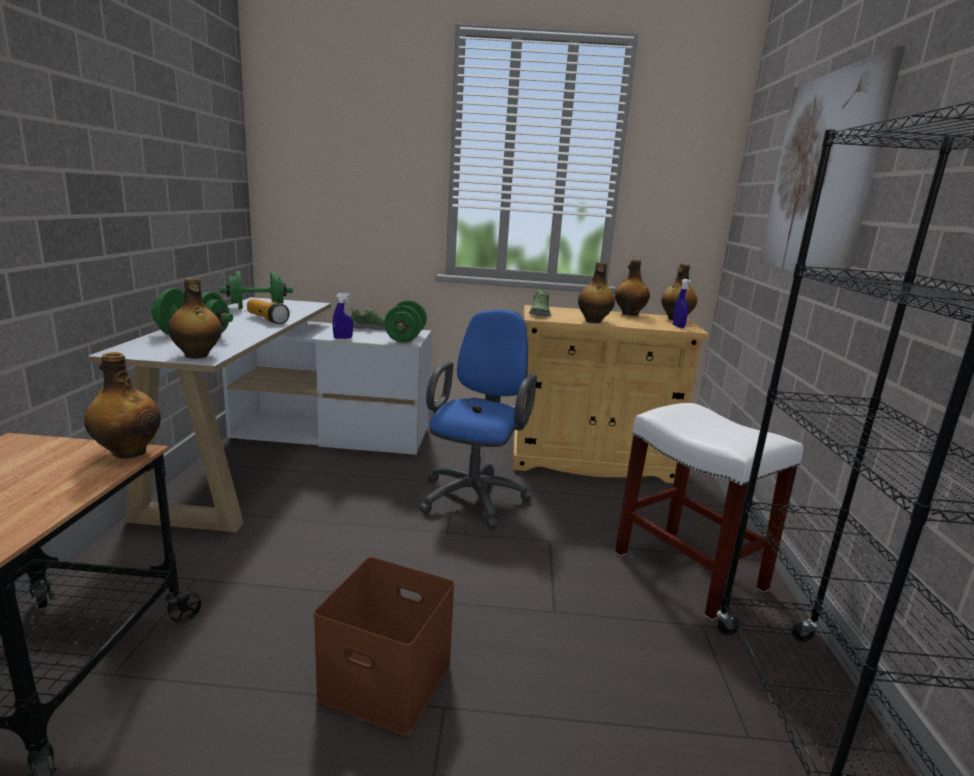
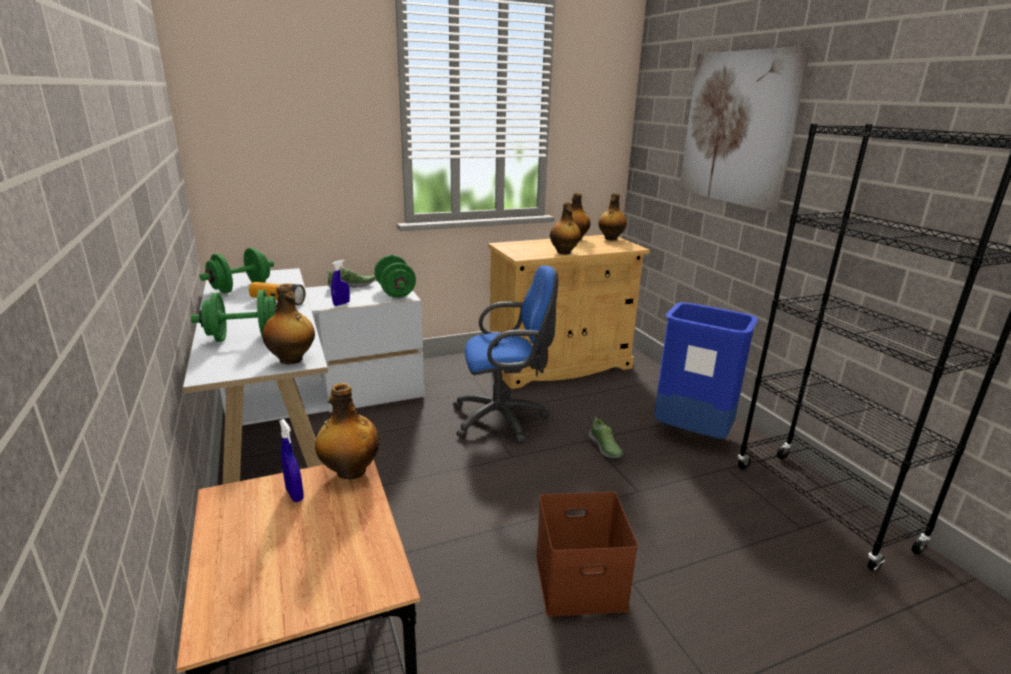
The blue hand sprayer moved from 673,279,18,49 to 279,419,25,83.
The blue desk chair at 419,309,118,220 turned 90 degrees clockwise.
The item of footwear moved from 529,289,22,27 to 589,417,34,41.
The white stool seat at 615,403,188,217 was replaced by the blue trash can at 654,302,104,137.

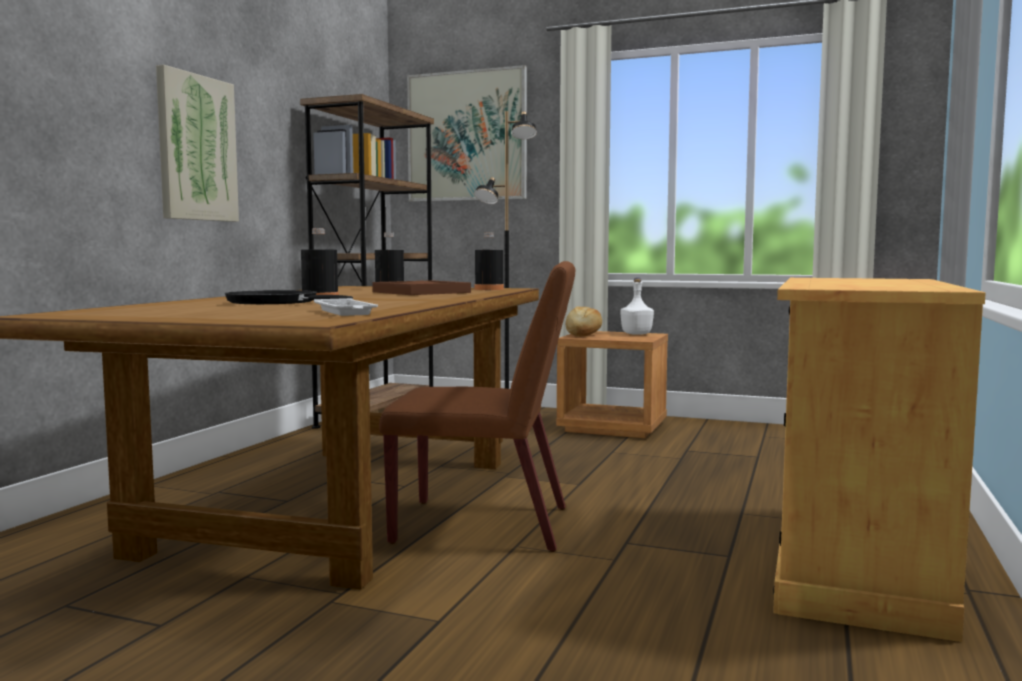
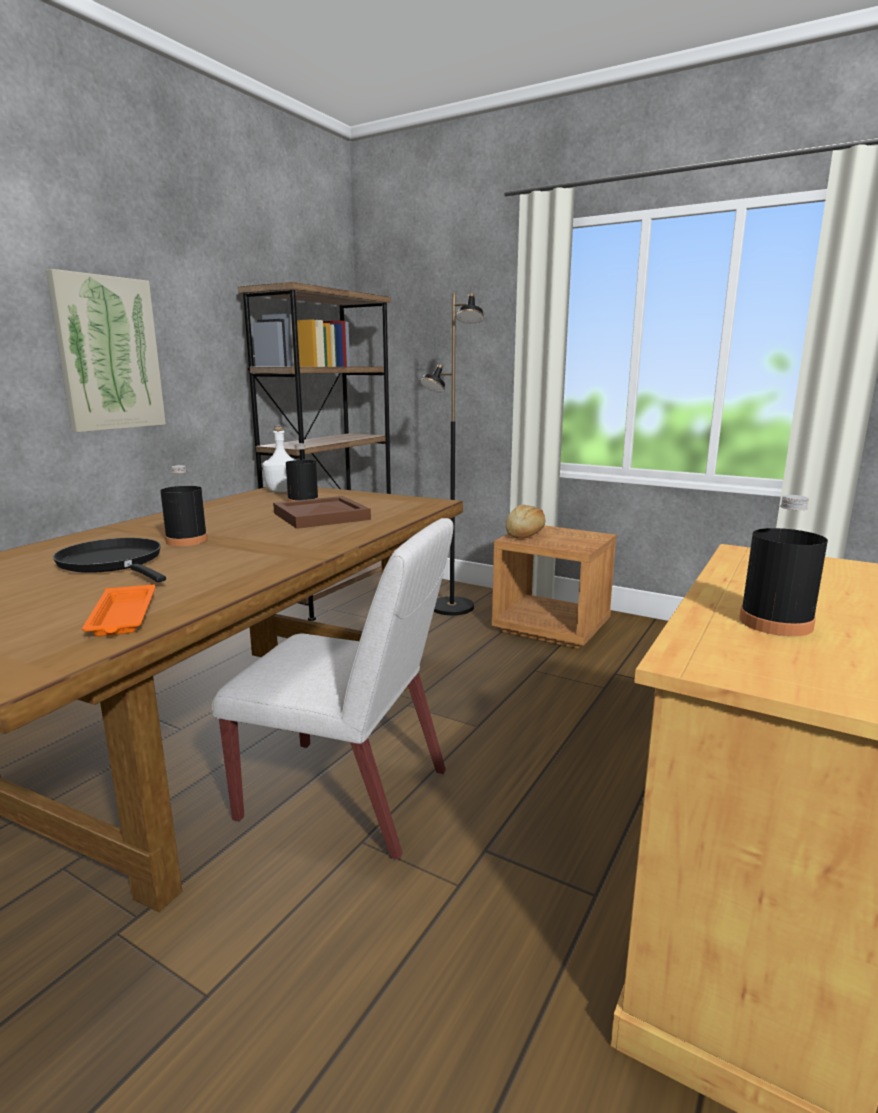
The white carrying tray at 314,298,64,18 became the orange carrying tray at 82,585,73,51.
The brownish upright chair at 379,261,196,291 became the white upright chair at 212,518,241,342.
The white beverage bottle moved from 620,278,34,57 to 263,425,32,67.
The black-coloured beverage bottle moved from 475,233,29,57 to 739,495,89,141.
The wall picture at 407,65,120,137 disappeared.

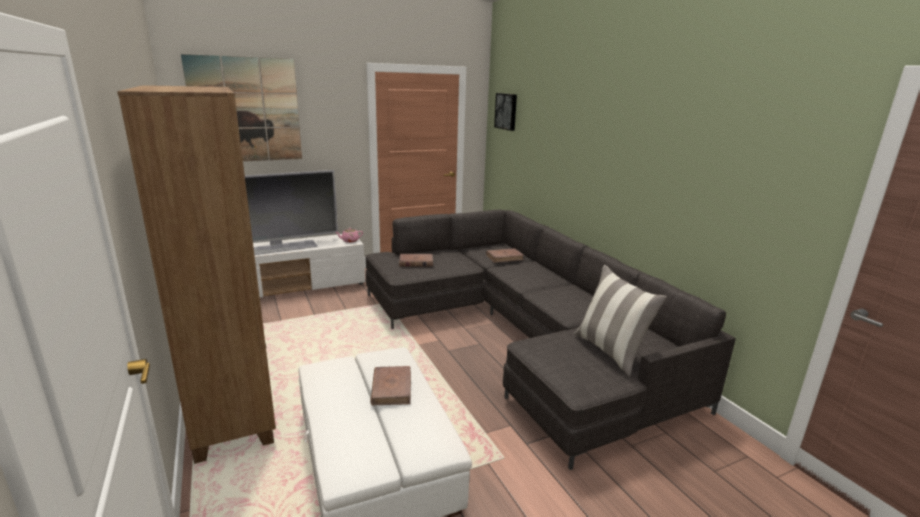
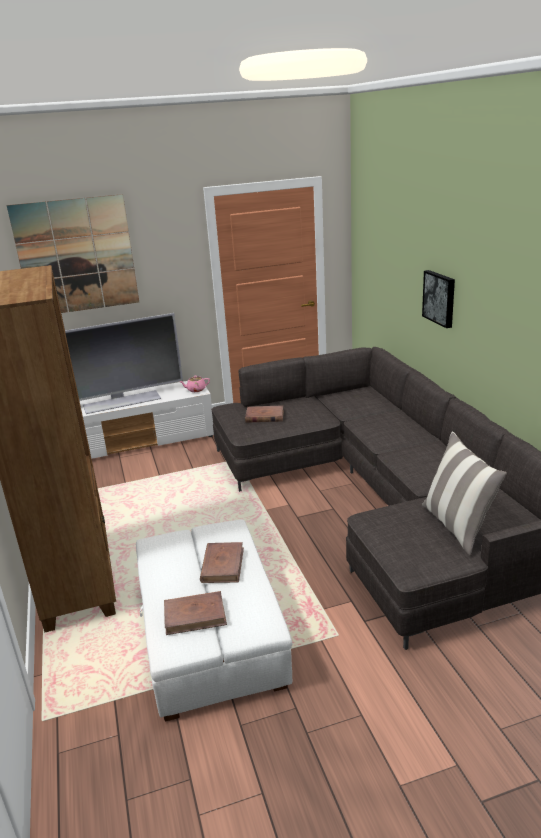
The brownish book moved from 486,248,38,15 to 164,591,63,44.
The wall picture moved from 494,93,23,38 to 422,270,33,58.

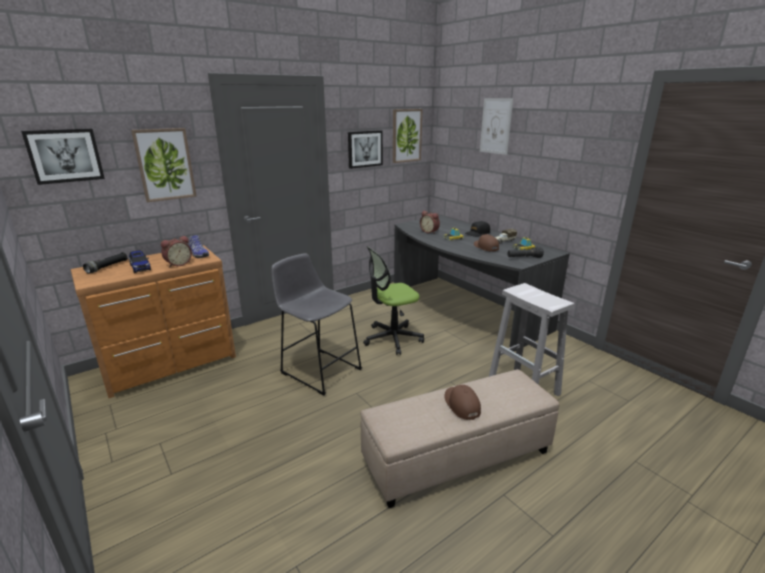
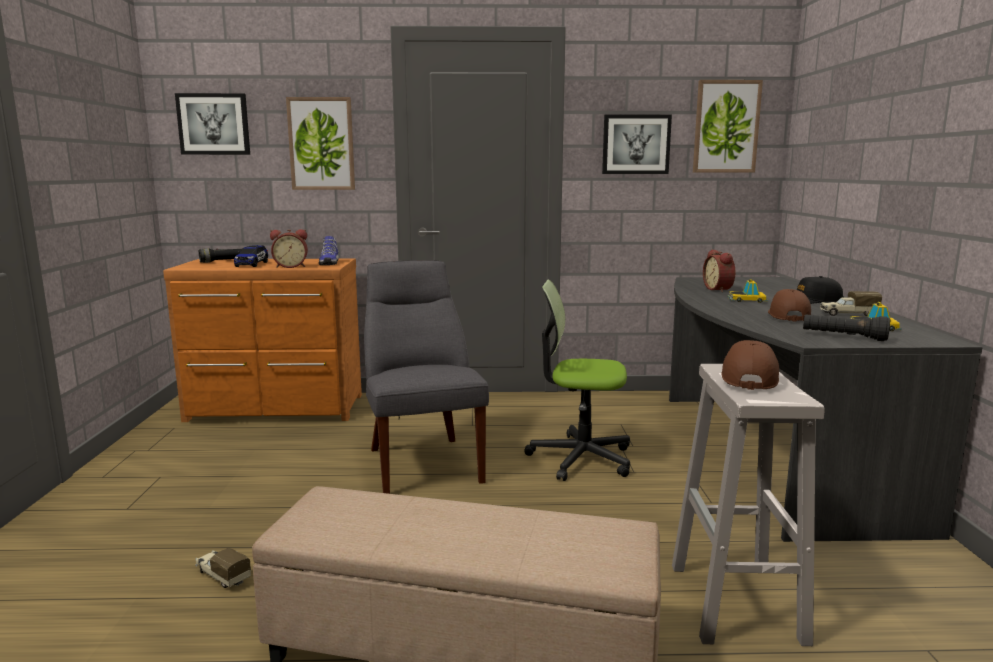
The toy truck at 195,548,56,40 appeared.
The grey stool seat at 271,253,91,143 was replaced by the grey upright chair at 364,260,125,234.
The brownish peaked cap moved from 445,385,36,35 to 722,340,57,50.
The wall picture at 480,98,33,57 disappeared.

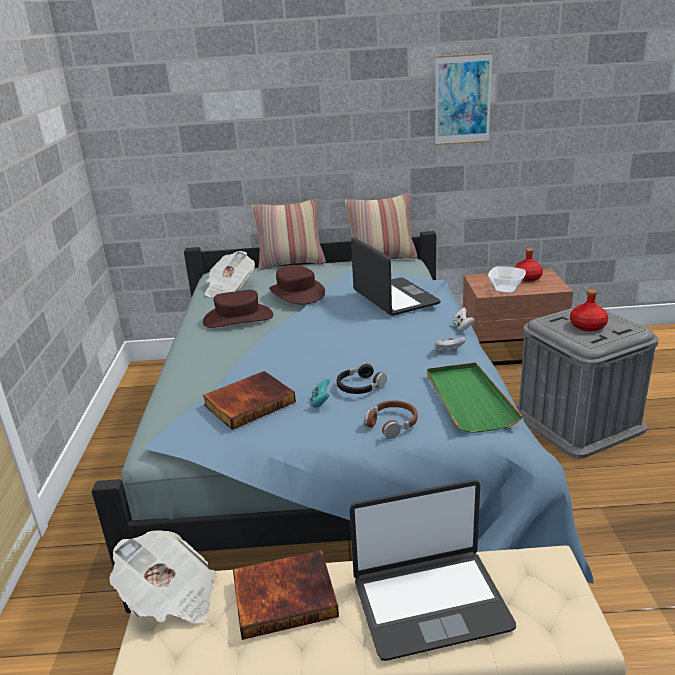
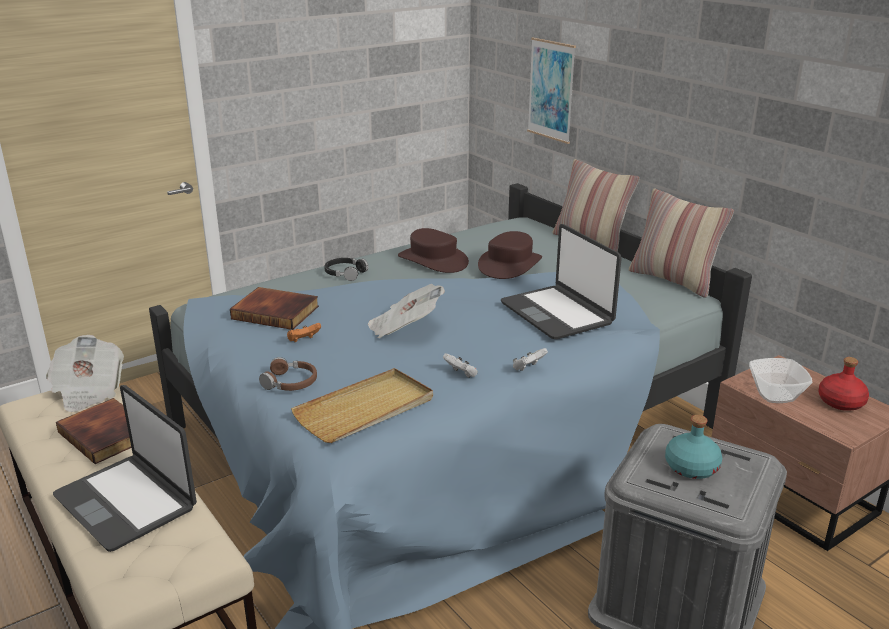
The turquoise game controller at 310,378,20,30 became the orange game controller at 287,323,34,19.
The greenish carrying tray at 427,362,95,71 became the beige-coloured carrying tray at 291,368,142,75.
The black-coloured headset moved from 337,362,50,32 to 324,258,44,23.
The printed paper moved from 205,251,50,46 to 368,284,77,54.
The portable computer at 351,237,90,79 turned 120 degrees clockwise.
The wall picture moved from 435,52,58,93 to 527,38,49,106.
The red-coloured beverage bottle at 570,289,38,42 became the turquoise beverage bottle at 665,415,57,64.

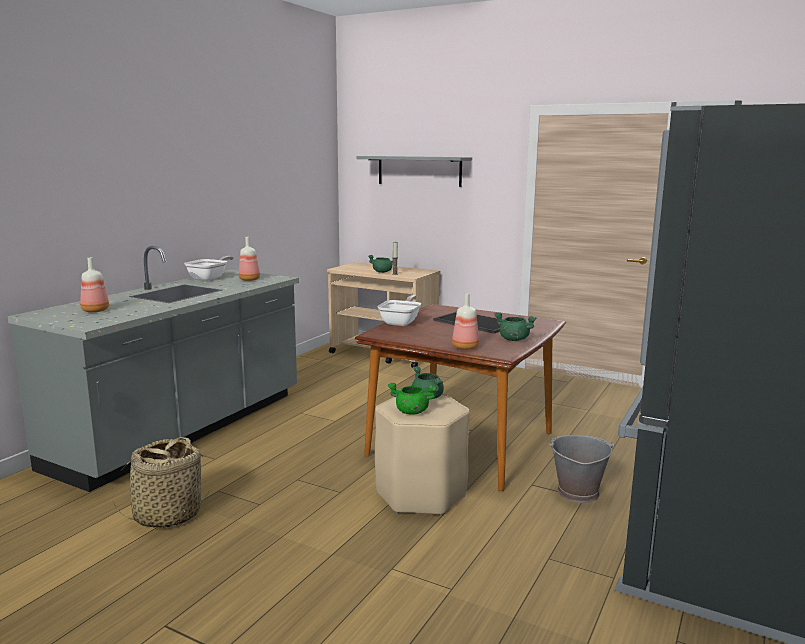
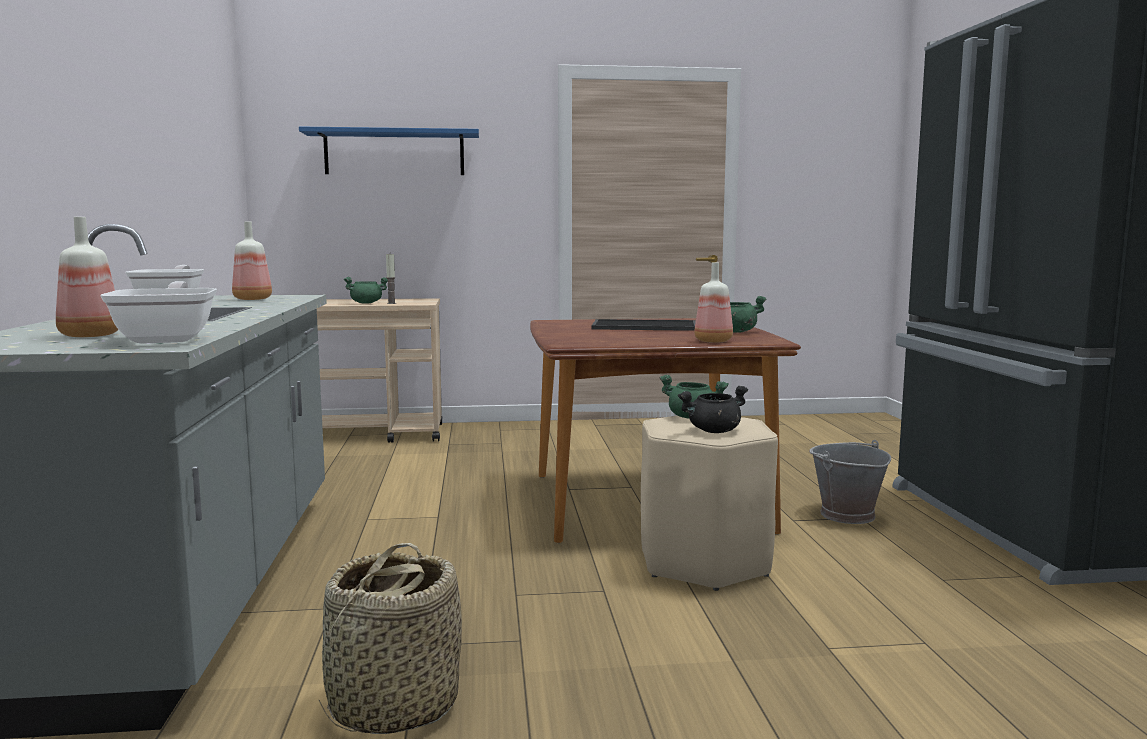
The pan moved from 377,295,44,31 to 100,281,117,63.
The grey bracket shelf at 357,156,115,31 became the blue bracket shelf at 299,126,180,49.
The greenish stockpot at 388,383,49,32 became the black-coloured stockpot at 678,386,70,47.

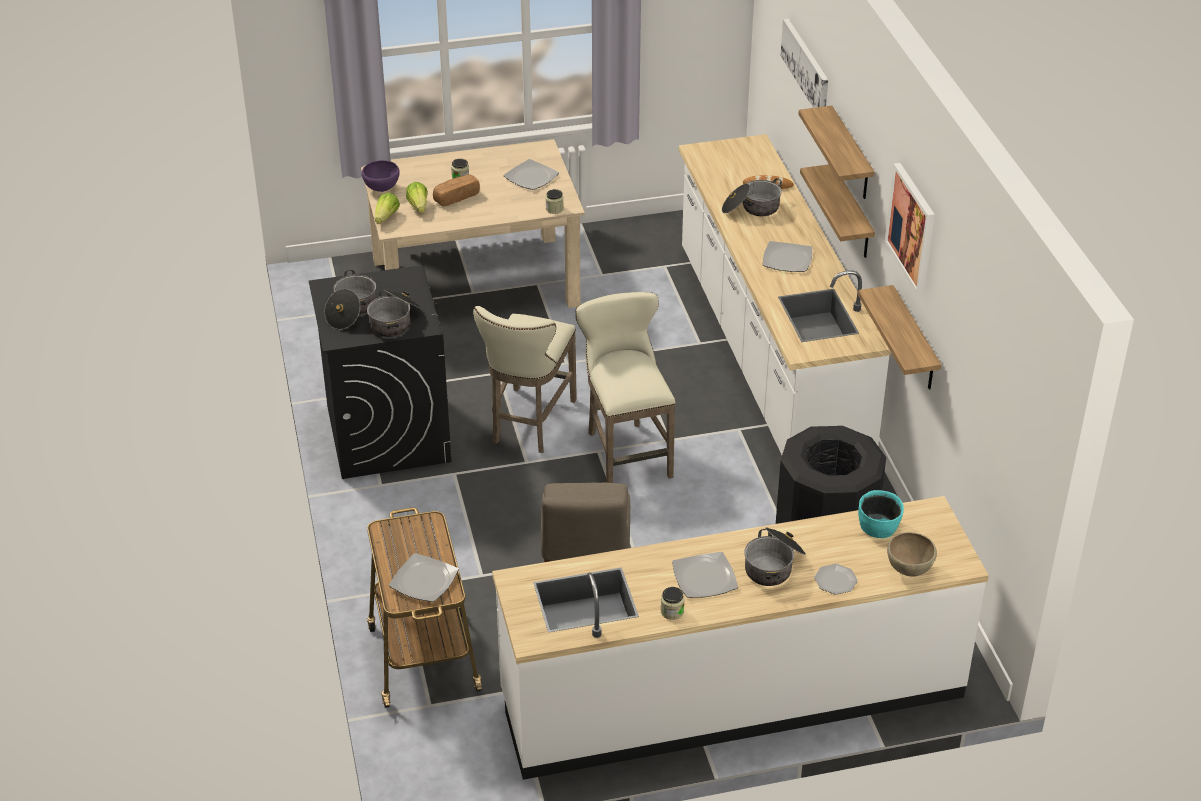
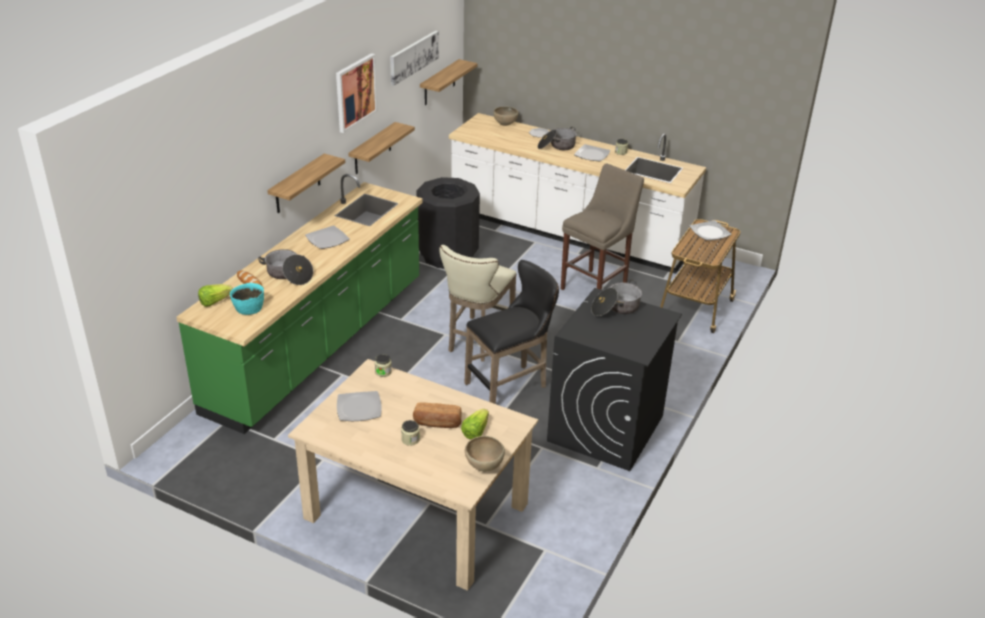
The white counter at 679,134,212,321 became the greenish counter at 177,174,246,260.
The lettuce head moved from 375,192,25,32 to 198,284,35,23.
The turquoise serving bowl moved from 858,490,46,48 to 230,283,34,32.
The wall picture moved from 781,19,47,89 to 390,31,49,55.
The bracket shelf moved from 798,106,77,93 to 420,59,57,46.
The beige-coloured stool seat at 473,306,104,147 became the black-coloured stool seat at 465,260,94,144.
The purple-coloured serving bowl at 362,160,38,32 became the brownish serving bowl at 465,436,40,35.
The stockpot at 325,270,51,60 disappeared.

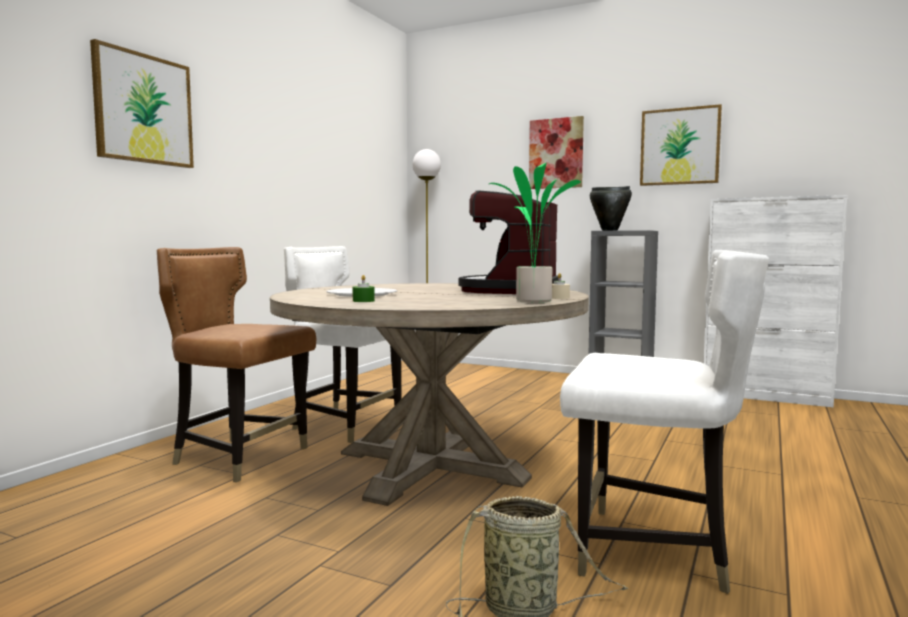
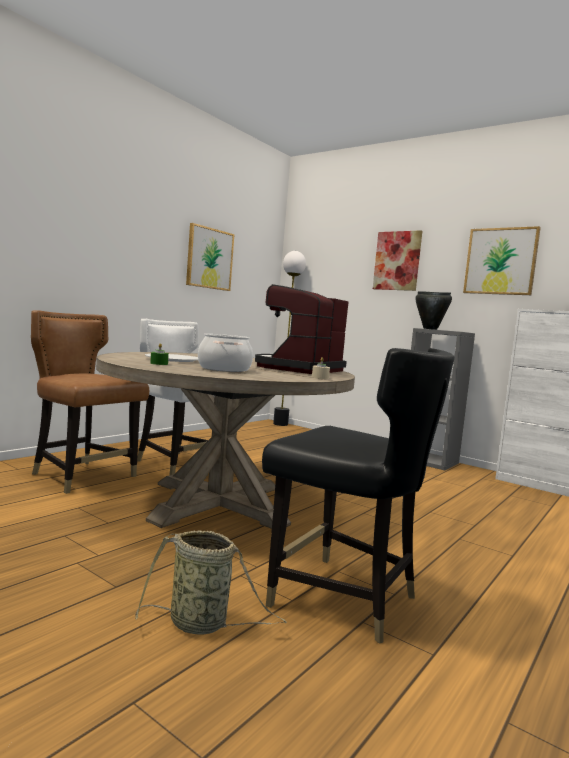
The wall picture moved from 90,39,104,129 to 186,223,48,68.
The stockpot at 198,334,55,38 appeared.
The white upright chair at 560,250,209,344 became the black-coloured upright chair at 262,348,193,296.
The potted plant at 489,163,92,140 disappeared.

